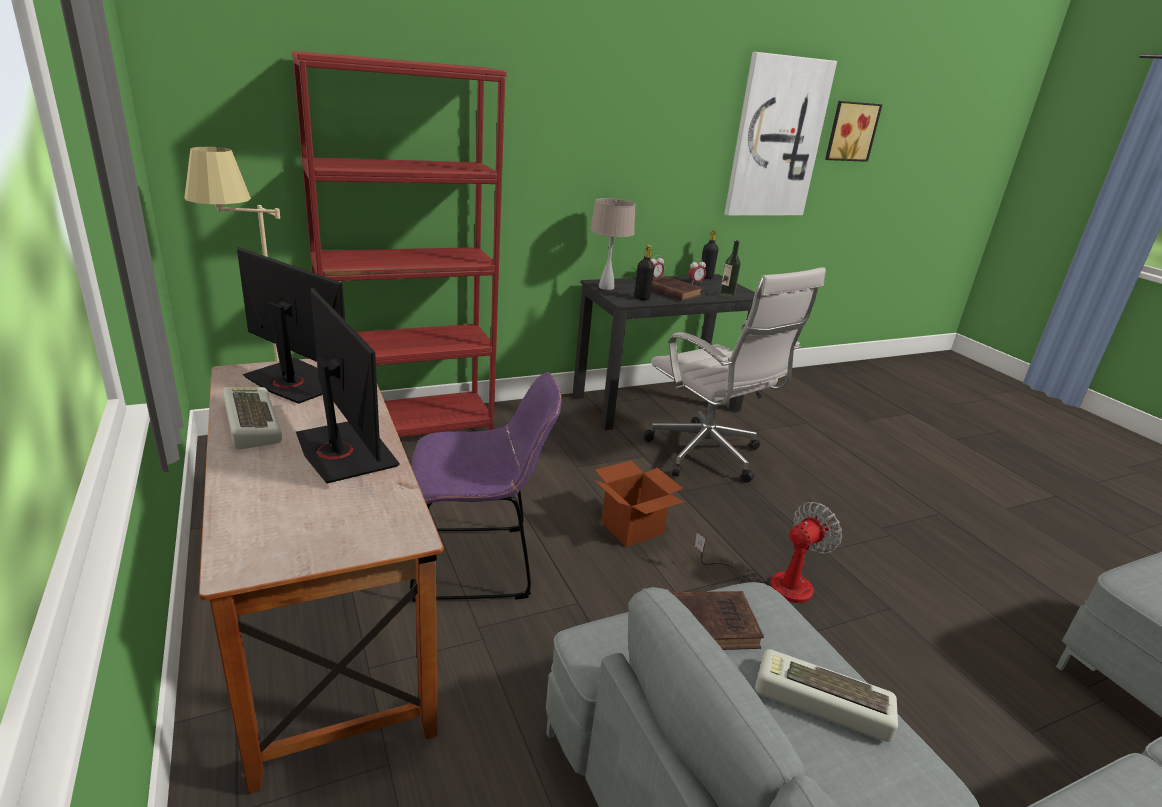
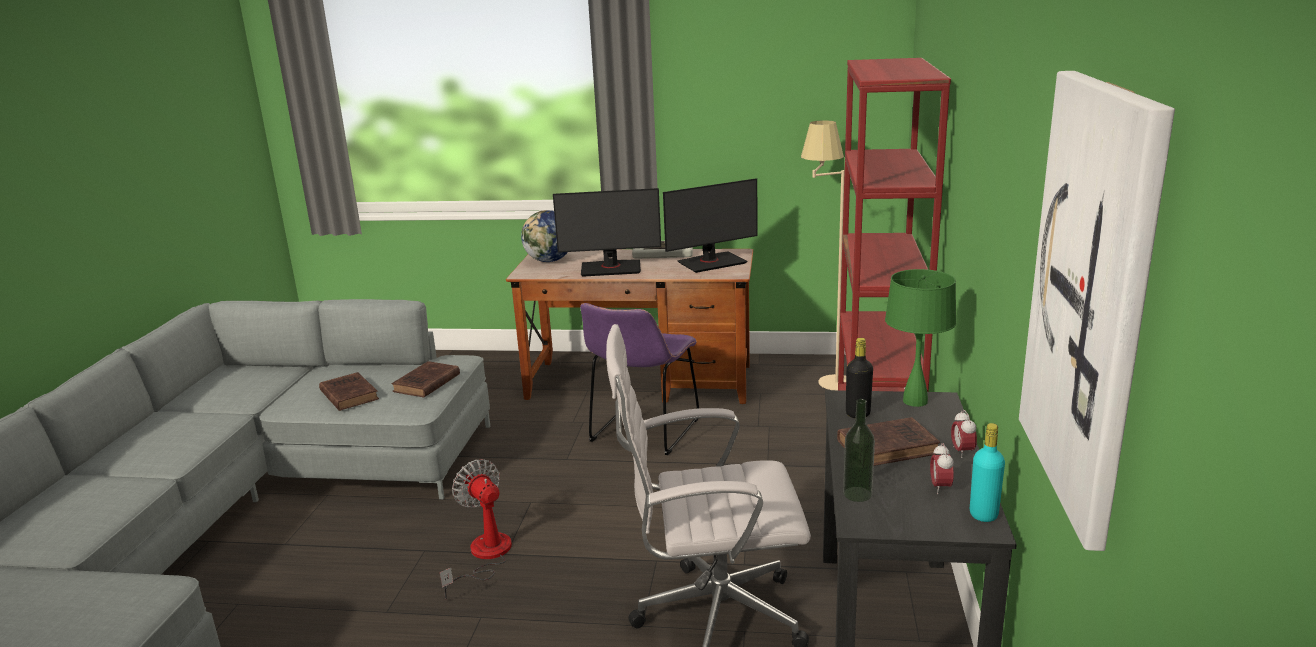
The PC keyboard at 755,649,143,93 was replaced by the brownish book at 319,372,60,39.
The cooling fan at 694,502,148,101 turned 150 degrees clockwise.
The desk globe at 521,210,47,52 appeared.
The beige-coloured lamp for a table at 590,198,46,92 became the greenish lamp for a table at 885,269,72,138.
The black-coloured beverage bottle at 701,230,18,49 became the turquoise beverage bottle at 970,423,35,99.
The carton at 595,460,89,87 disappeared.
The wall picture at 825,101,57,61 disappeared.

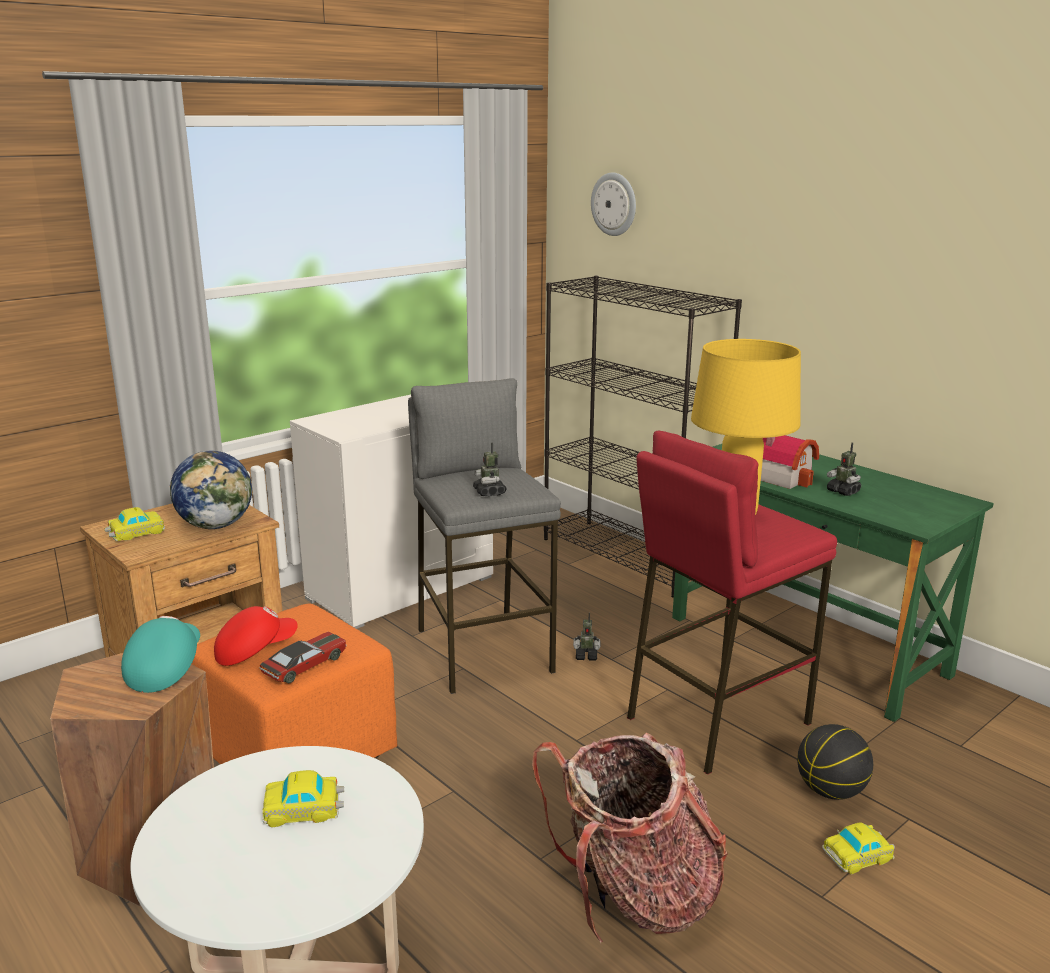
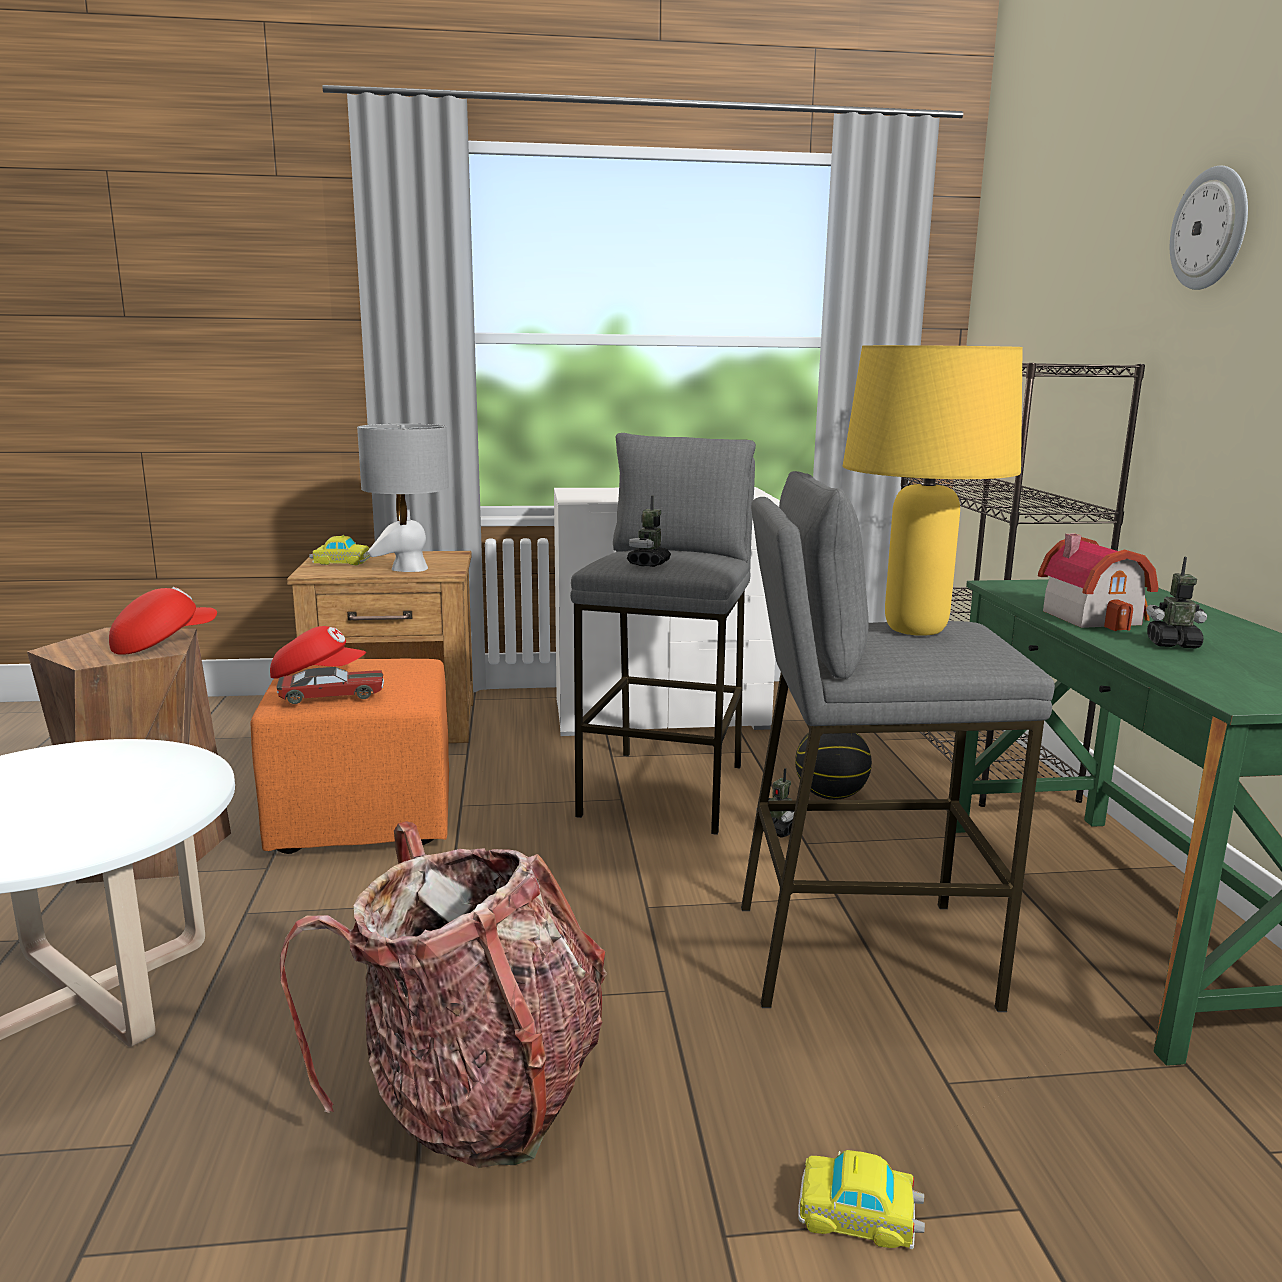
The turquoise peaked cap at 121,616,79,77 became the red-coloured peaked cap at 109,587,108,68.
The desk globe at 169,451,83,78 was replaced by the grey lamp for a table at 357,424,92,148.
The red-coloured stool seat at 627,431,210,344 became the grey stool seat at 741,471,314,541.
The ball for basketball moved from 797,724,76,76 to 795,733,77,67.
The robot figure at 827,442,34,54 turned 105 degrees clockwise.
The clock on the wall moved from 591,172,45,64 to 1170,166,78,124.
The toy car at 262,770,82,57 disappeared.

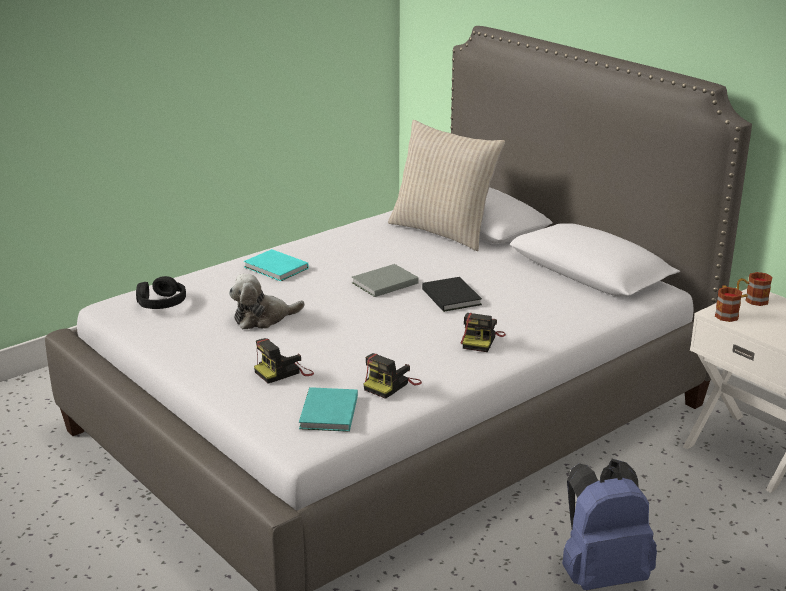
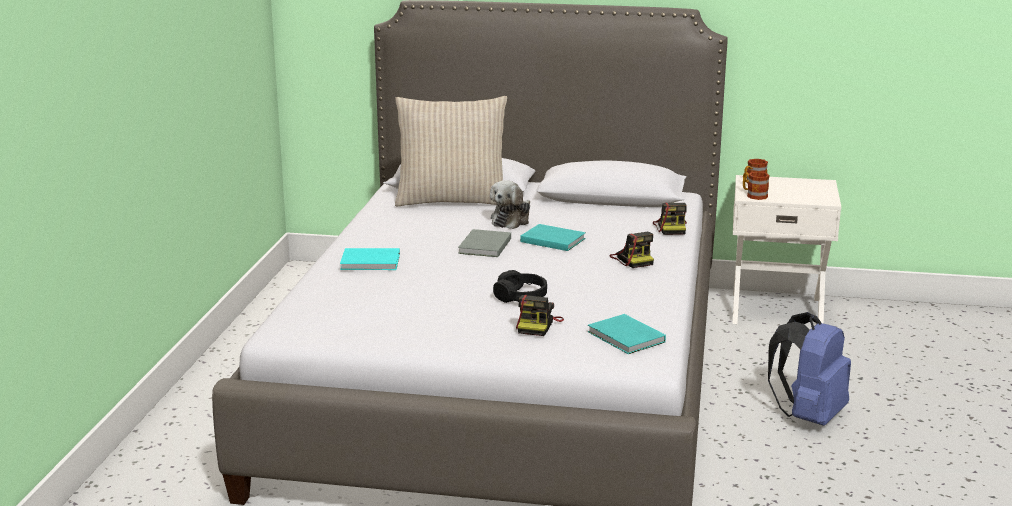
The cuddly toy moved from 229,274,76,55 to 490,180,40,49.
The black-coloured headset moved from 136,276,50,33 to 493,270,54,33.
The black-coloured book at 422,277,60,35 became the turquoise book at 520,224,66,27.
The photo camera moved from 364,353,58,46 to 653,202,34,33.

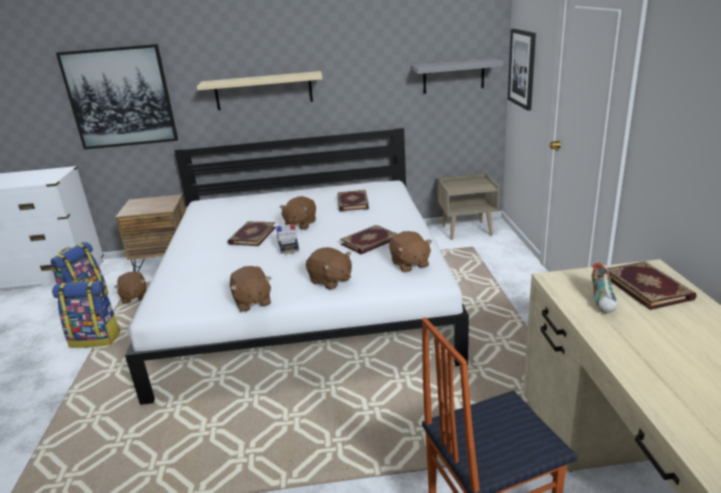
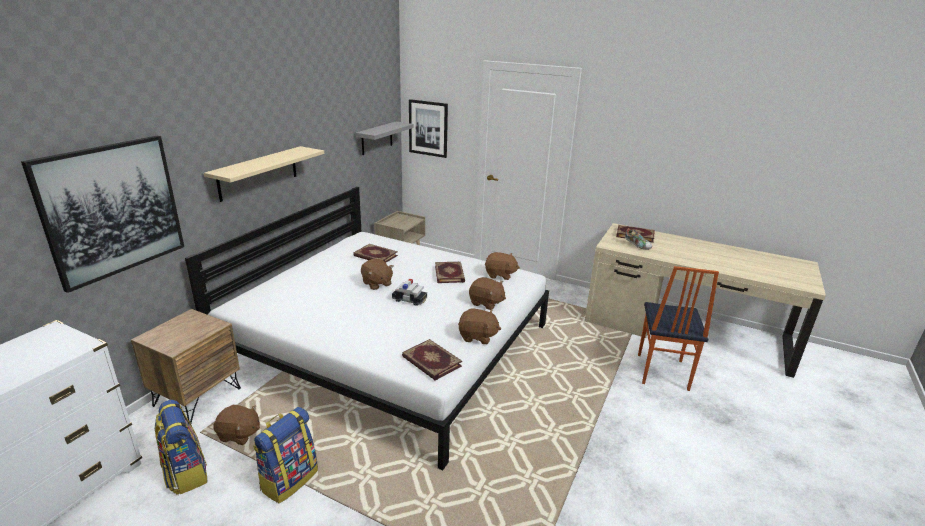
The book moved from 228,221,48,25 to 402,339,60,42.
The brownish cuddly toy at 306,247,46,43 turned 45 degrees clockwise.

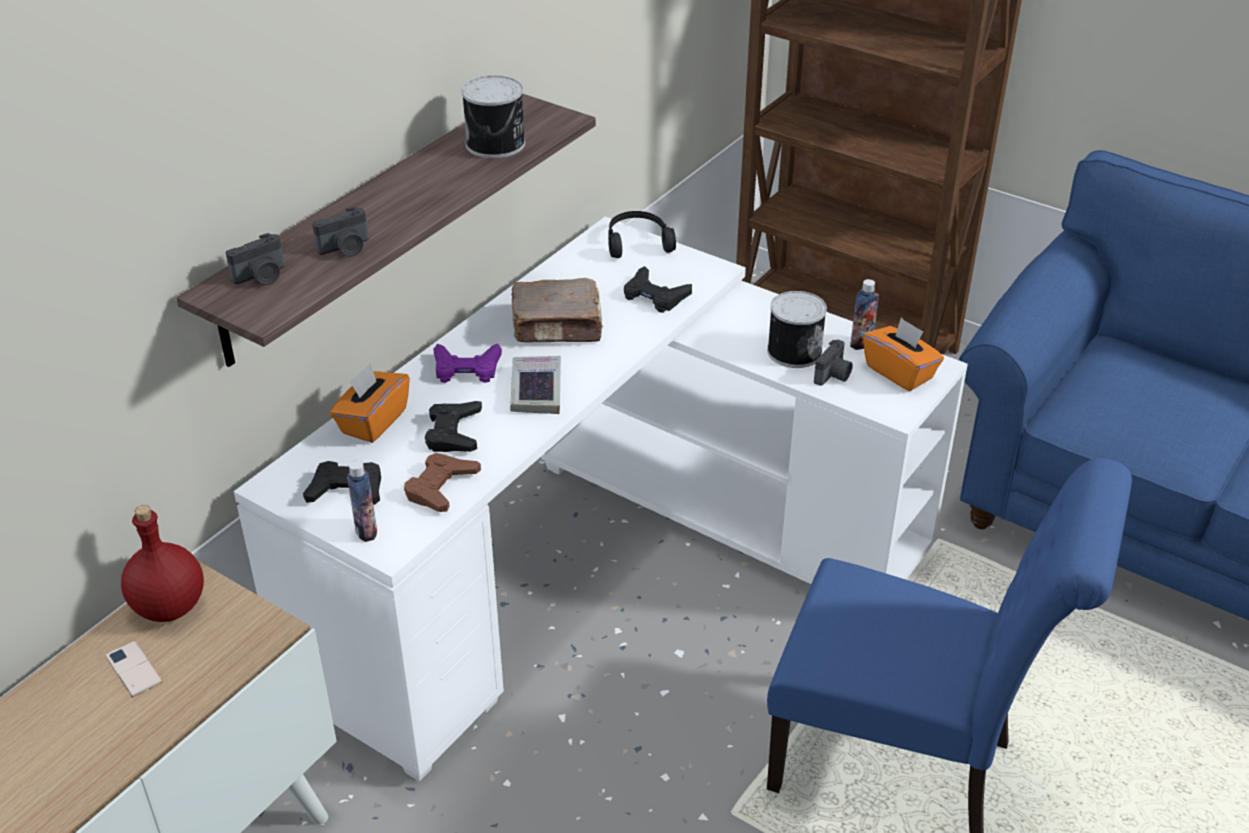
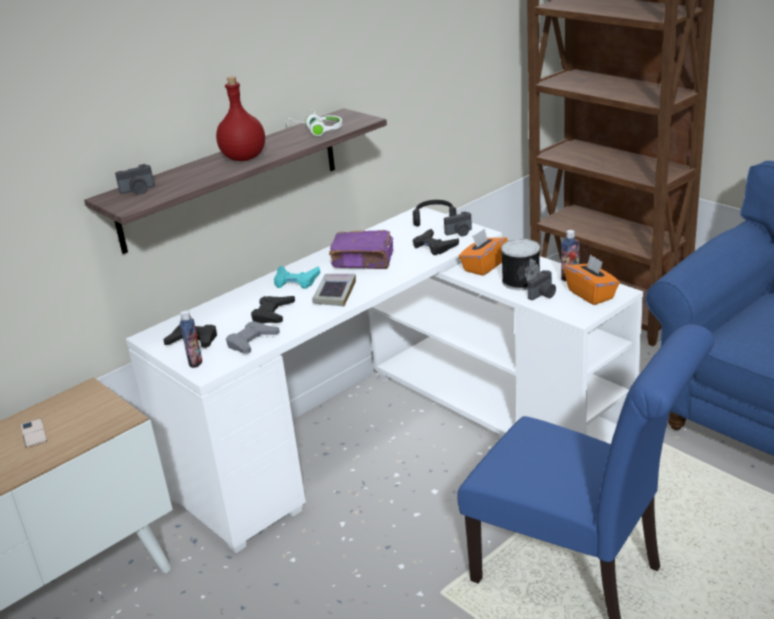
The red-coloured beverage bottle moved from 121,505,83,117 to 216,76,49,85.
The brownish game controller at 404,453,77,59 became the grey game controller at 226,321,54,33.
The purple-coloured game controller at 433,344,69,39 became the turquoise game controller at 274,266,46,23.
The metal can at 462,75,63,83 was replaced by the white headset at 287,109,56,27.
The brownish book at 511,278,92,65 became the purple-coloured book at 329,230,65,39.
The photo camera moved from 312,206,57,51 to 444,211,28,25.
The orange tissue holder moved from 330,363,80,80 to 459,228,49,48.

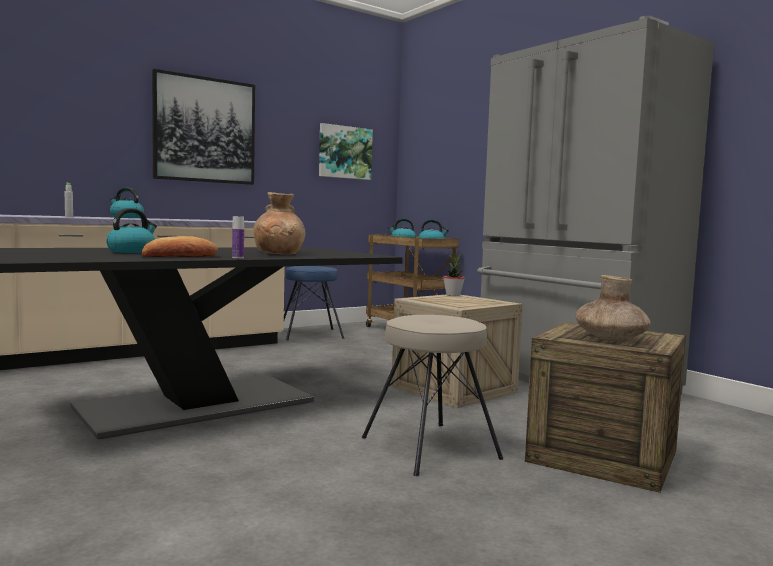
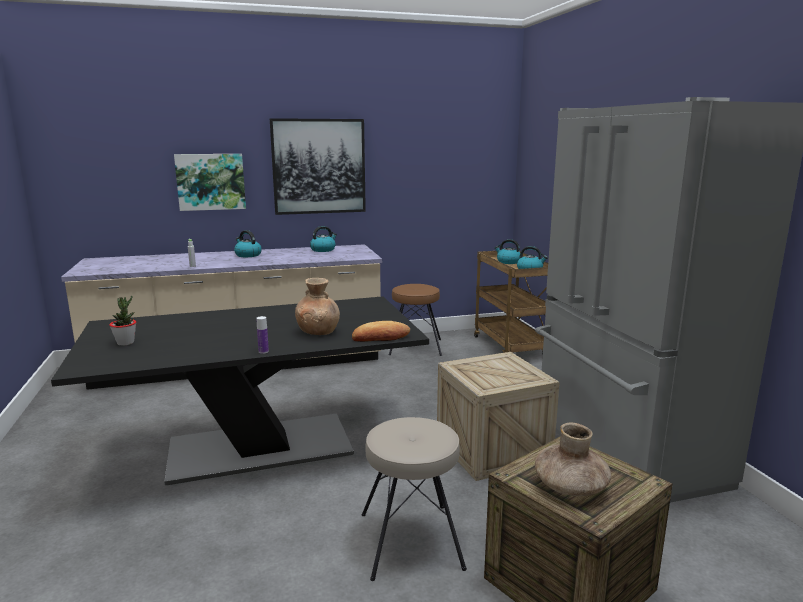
The potted plant moved from 443,253,22,43 to 109,296,27,50.
The wall picture moved from 319,123,54,57 to 174,154,72,57.
The tea kettle moved from 106,208,51,45 to 310,226,27,26.
The bread moved from 142,236,76,21 to 352,321,58,21.
The blue stool seat at 284,266,61,74 became the brownish stool seat at 389,284,53,72.

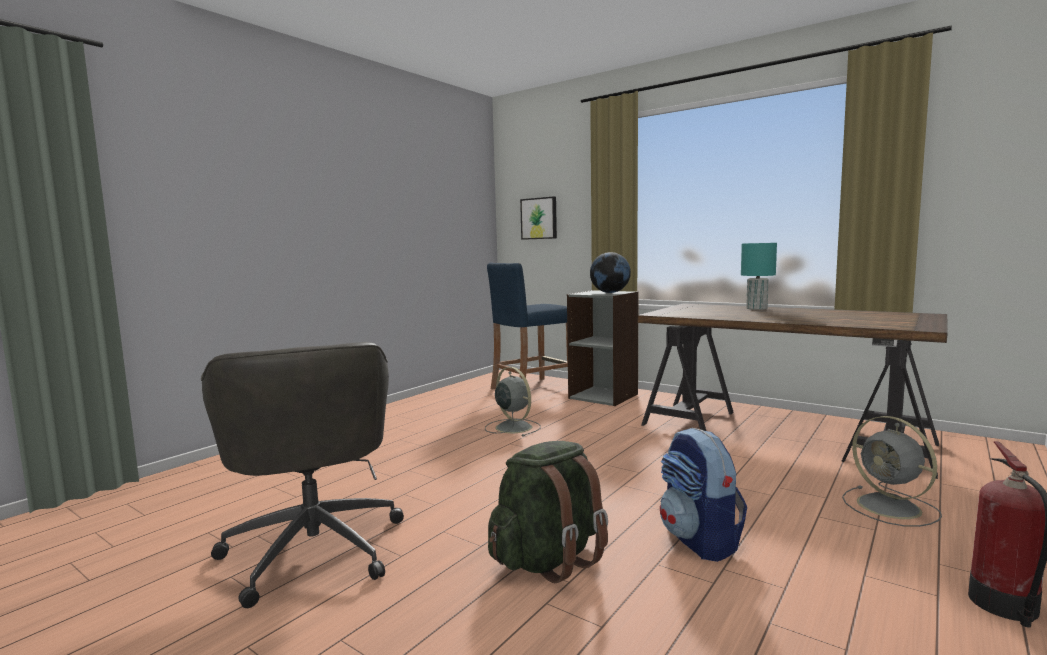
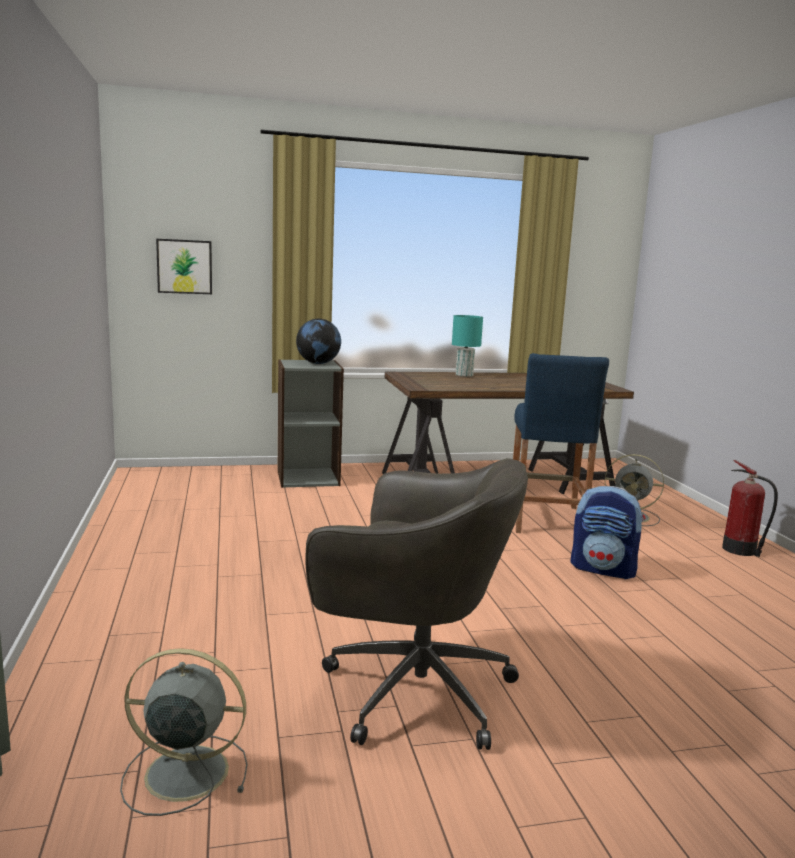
The grey cooling fan moved from 485,367,56,70 to 120,648,127,168.
The blue stool seat moved from 487,263,81,127 to 513,353,96,180.
The greenish backpack at 488,441,120,142 disappeared.

